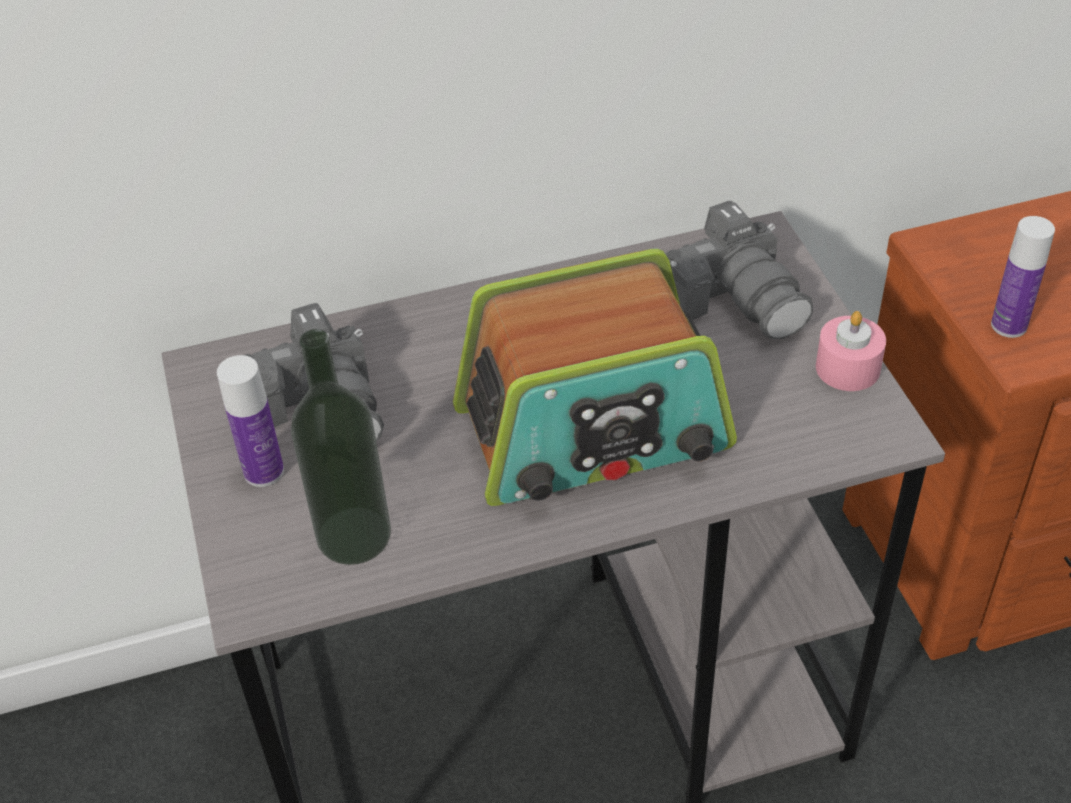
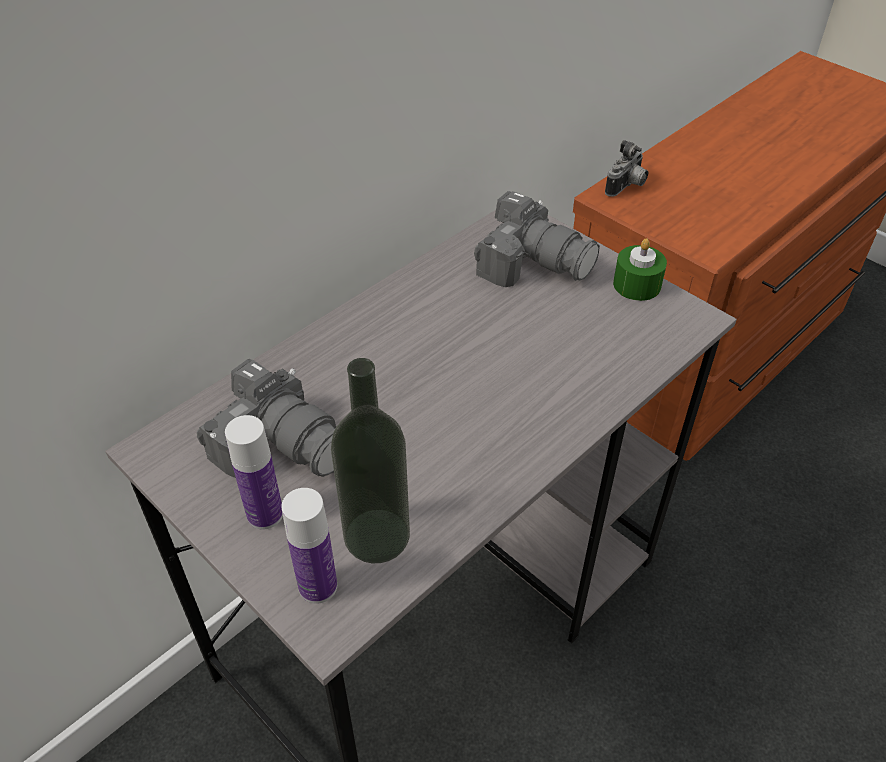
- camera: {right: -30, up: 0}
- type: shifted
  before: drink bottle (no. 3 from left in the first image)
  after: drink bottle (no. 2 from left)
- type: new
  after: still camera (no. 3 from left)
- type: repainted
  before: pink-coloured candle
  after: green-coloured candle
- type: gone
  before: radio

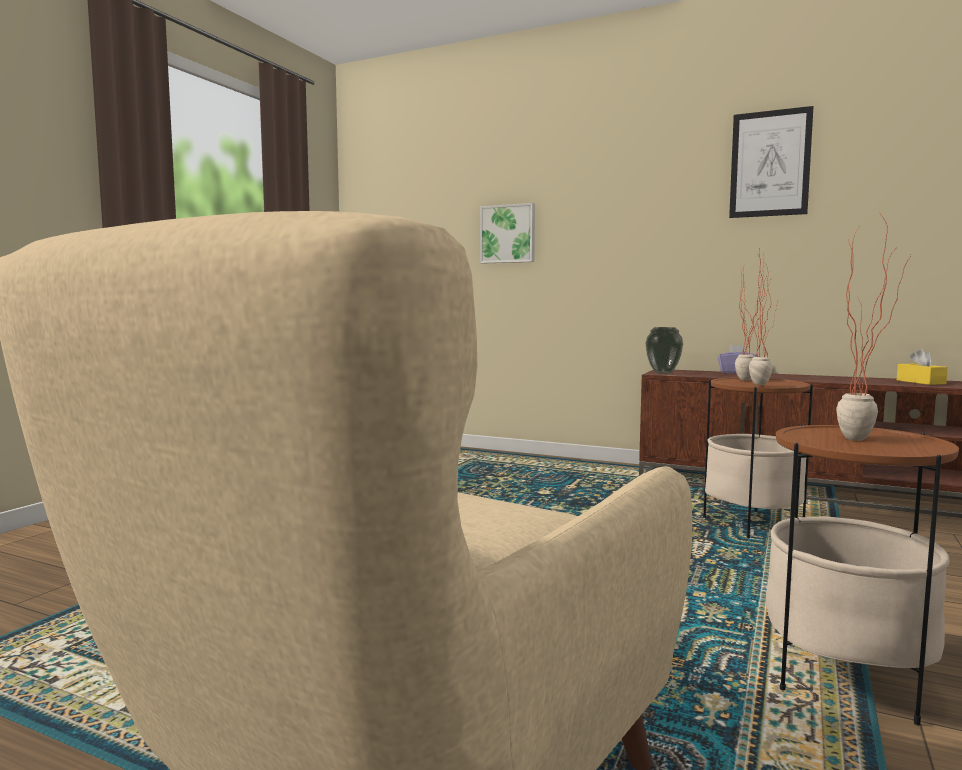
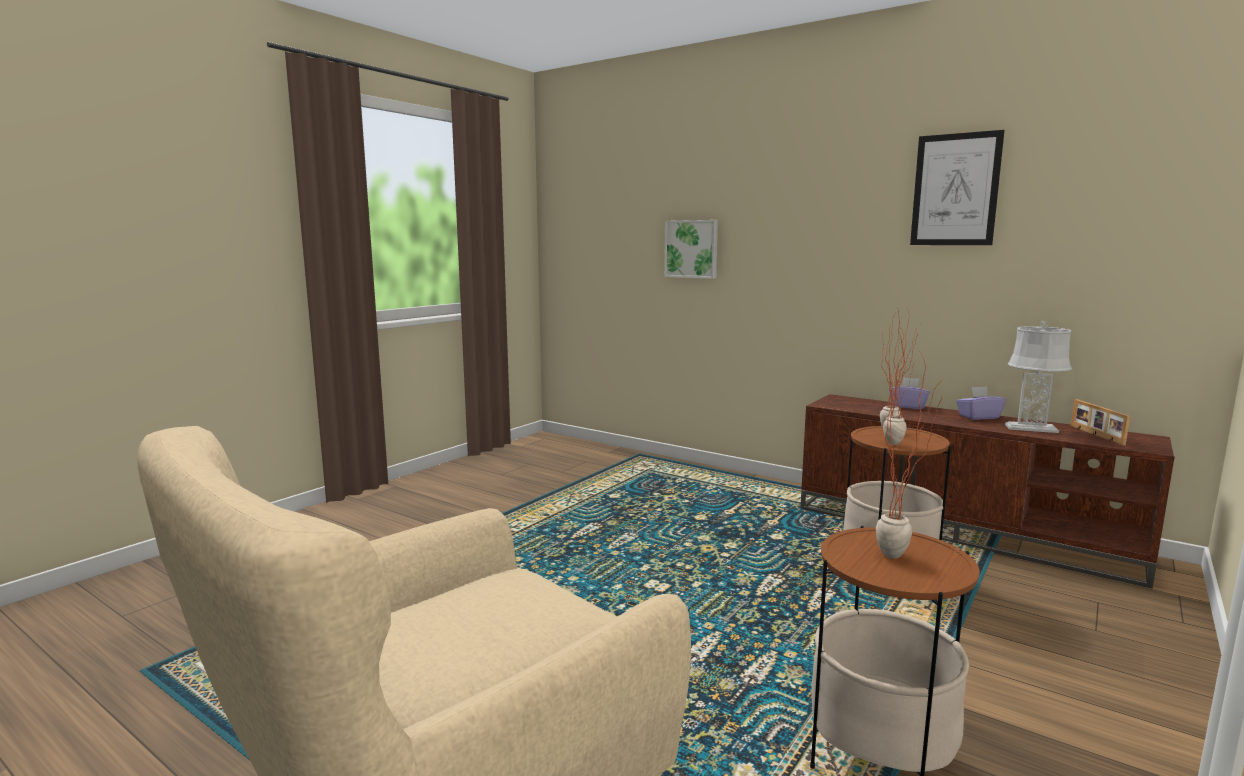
- camera: {right: 10, up: 5}
- type: new
  after: purplish box of tissues (no. 2 from left)
- type: new
  after: grey tabletop lamp
- type: swapped
  before: yellow box of tissues
  after: standing frame
- type: gone
  before: vase

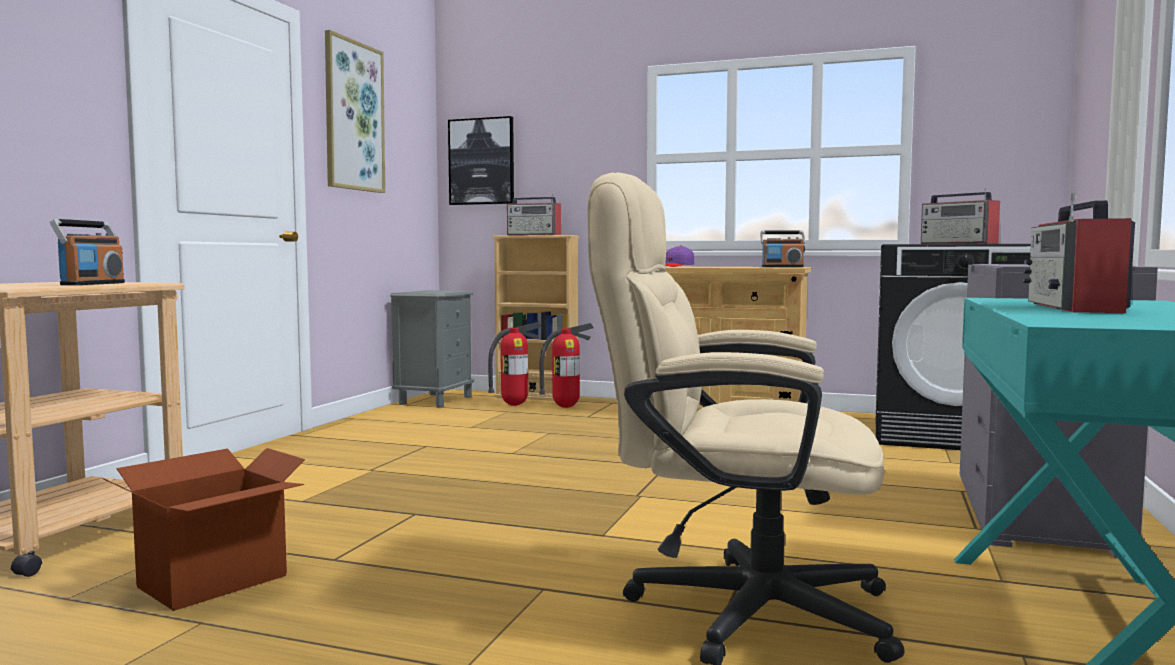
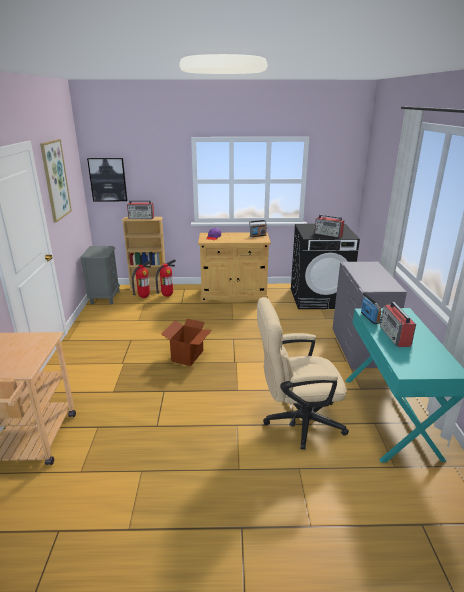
- camera: {right: -20, up: 20}
- type: shifted
  before: carton
- type: shifted
  before: radio (no. 1 from left in the first image)
  after: radio (no. 4 from left)

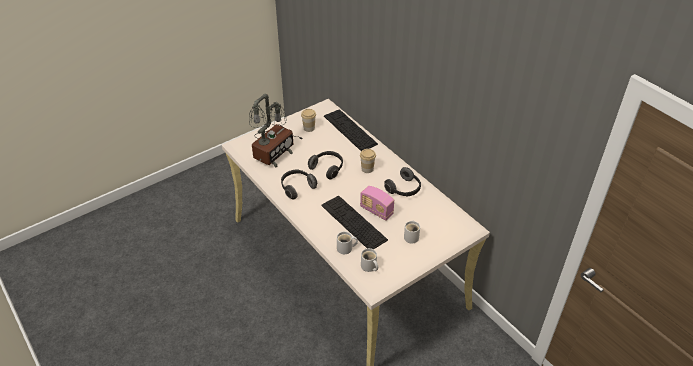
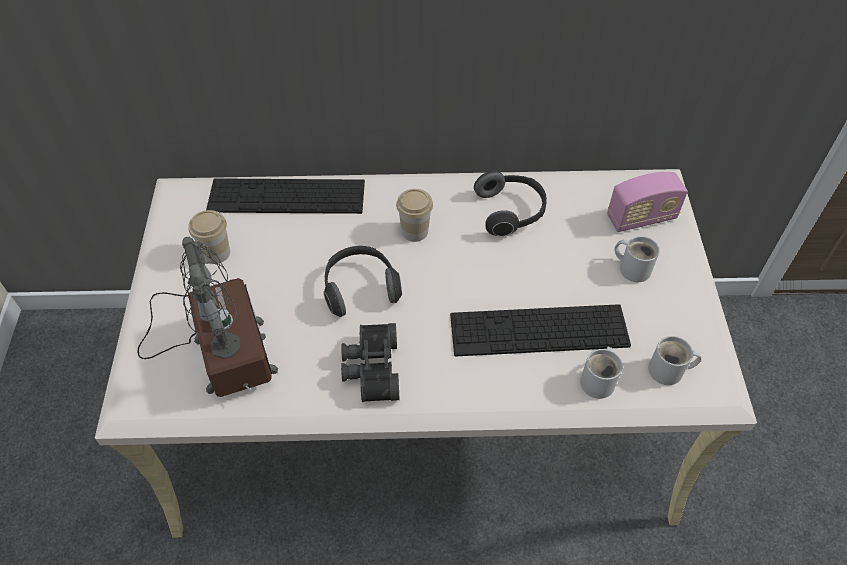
- camera: {right: -55, up: 10}
- type: swapped
  before: headphones (no. 1 from left)
  after: blackish pair of binoculars
- type: shifted
  before: radio

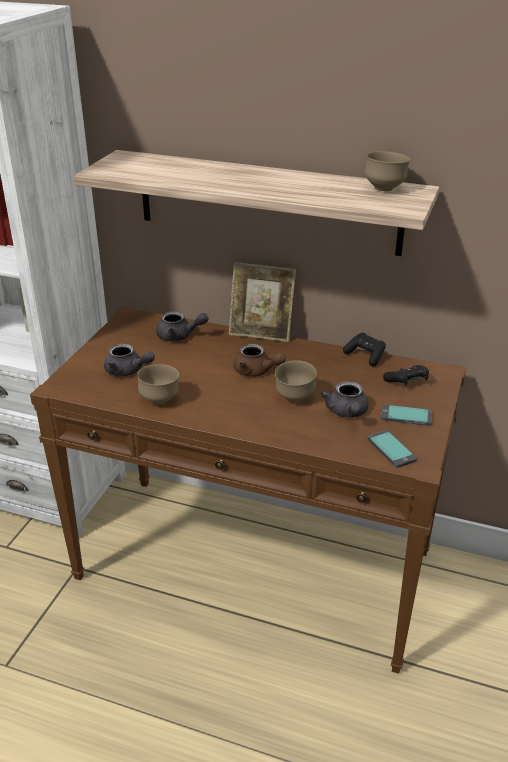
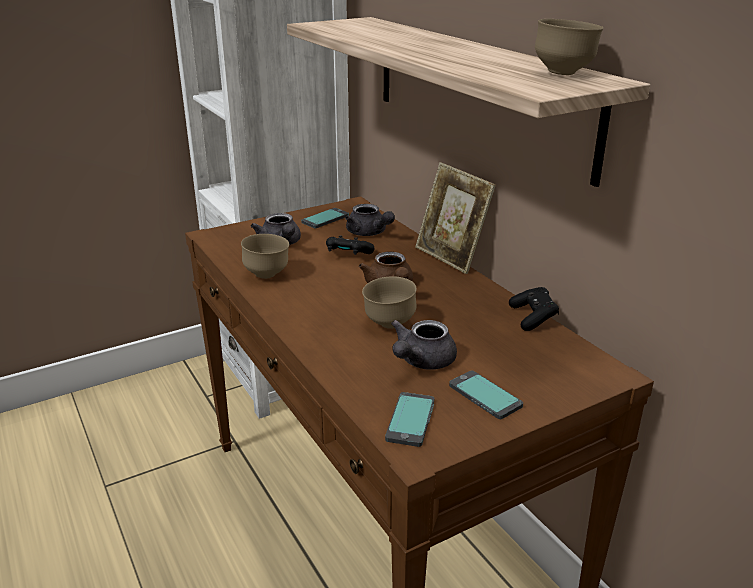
- camera: {right: 40, up: -5}
- type: new
  after: telephone (no. 1 from left)
- type: shifted
  before: blackish game controller (no. 2 from left in the first image)
  after: blackish game controller (no. 1 from left)

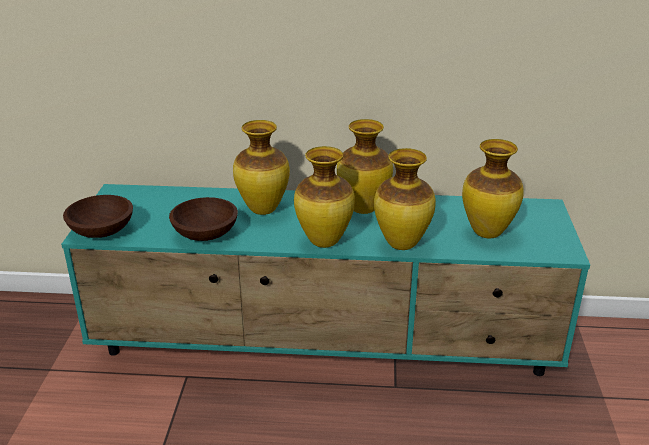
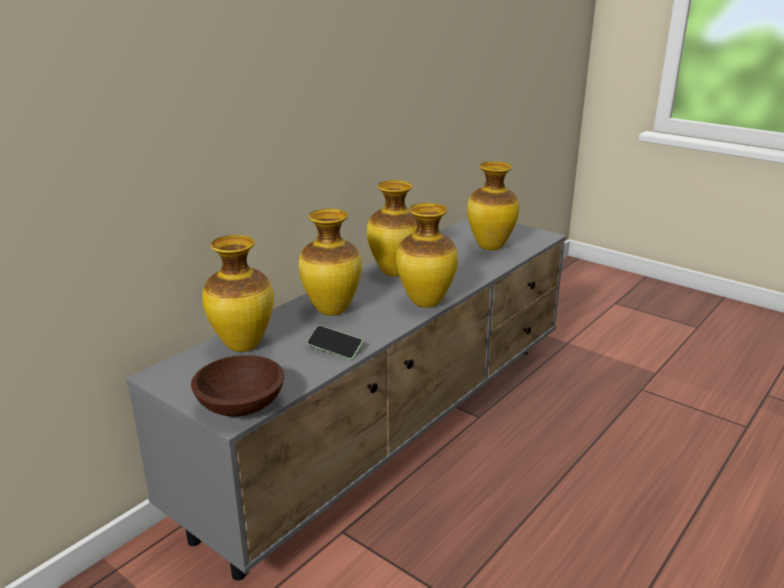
- camera: {right: -55, up: -5}
- type: repainted
  before: blue-green tv stand
  after: grey tv stand
- type: shifted
  before: vase (no. 4 from left in the first image)
  after: vase (no. 1 from left)
- type: swapped
  before: brown-coloured deep dish (no. 2 from left)
  after: telephone

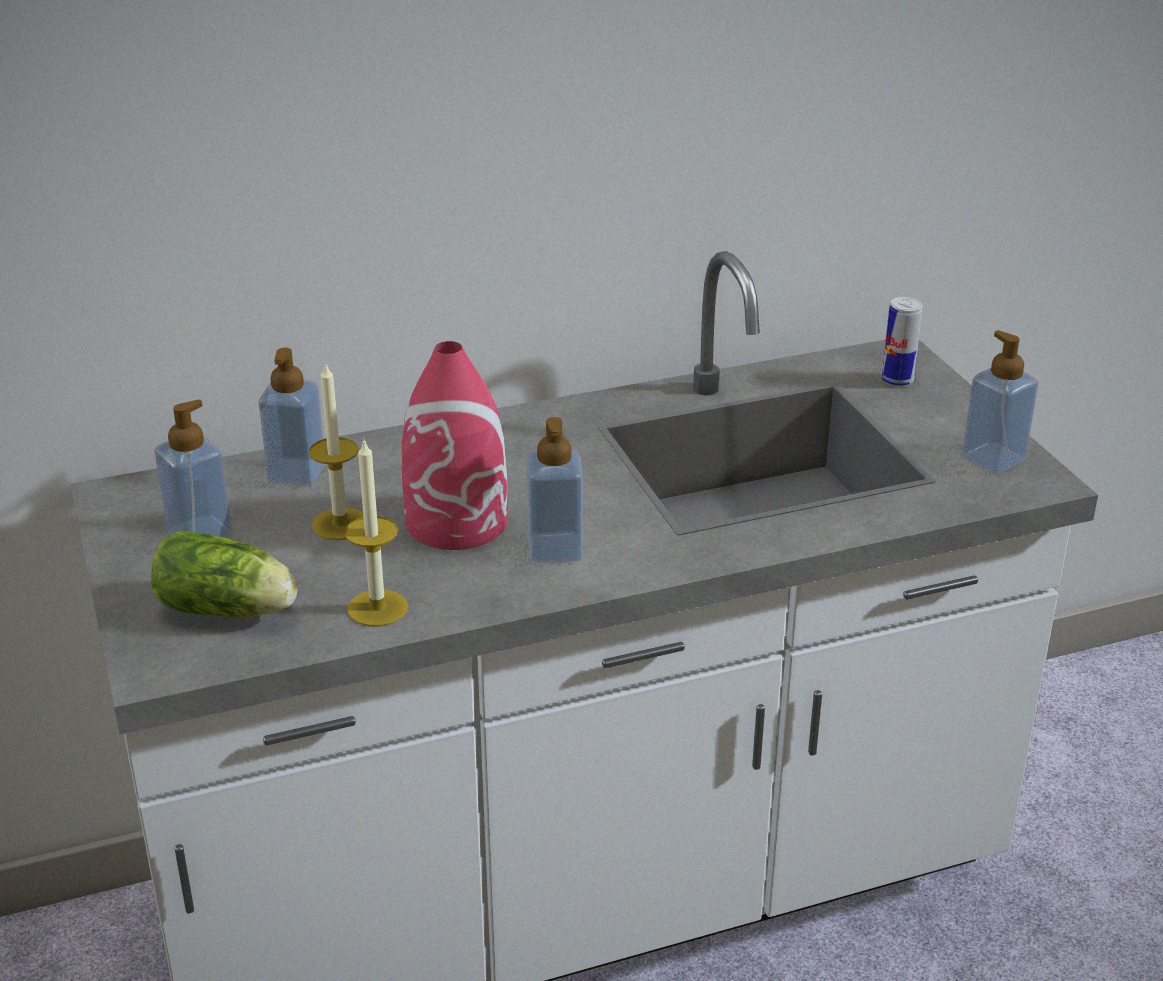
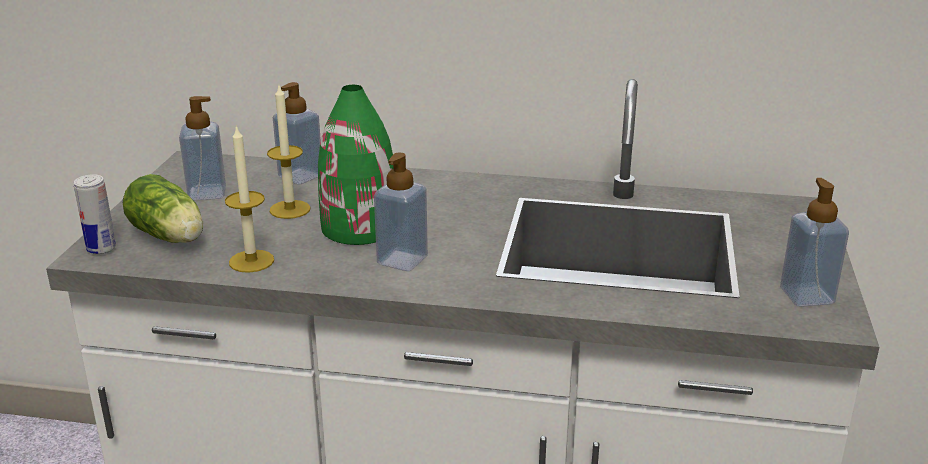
- camera: {right: 30, up: -5}
- type: shifted
  before: can
- type: repainted
  before: red-coloured vase
  after: green-coloured vase

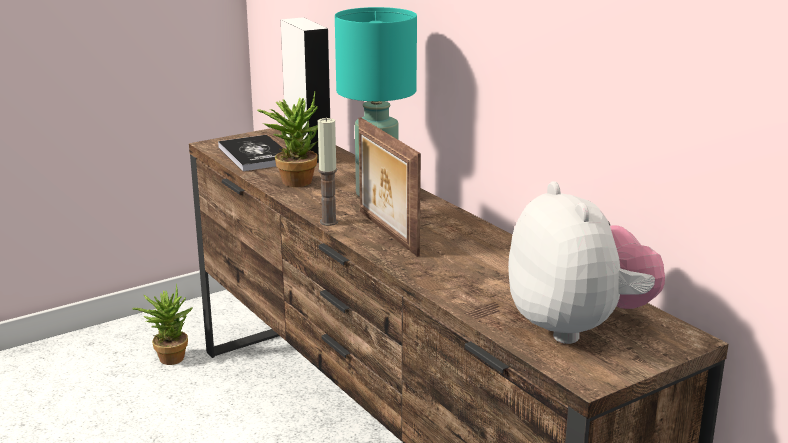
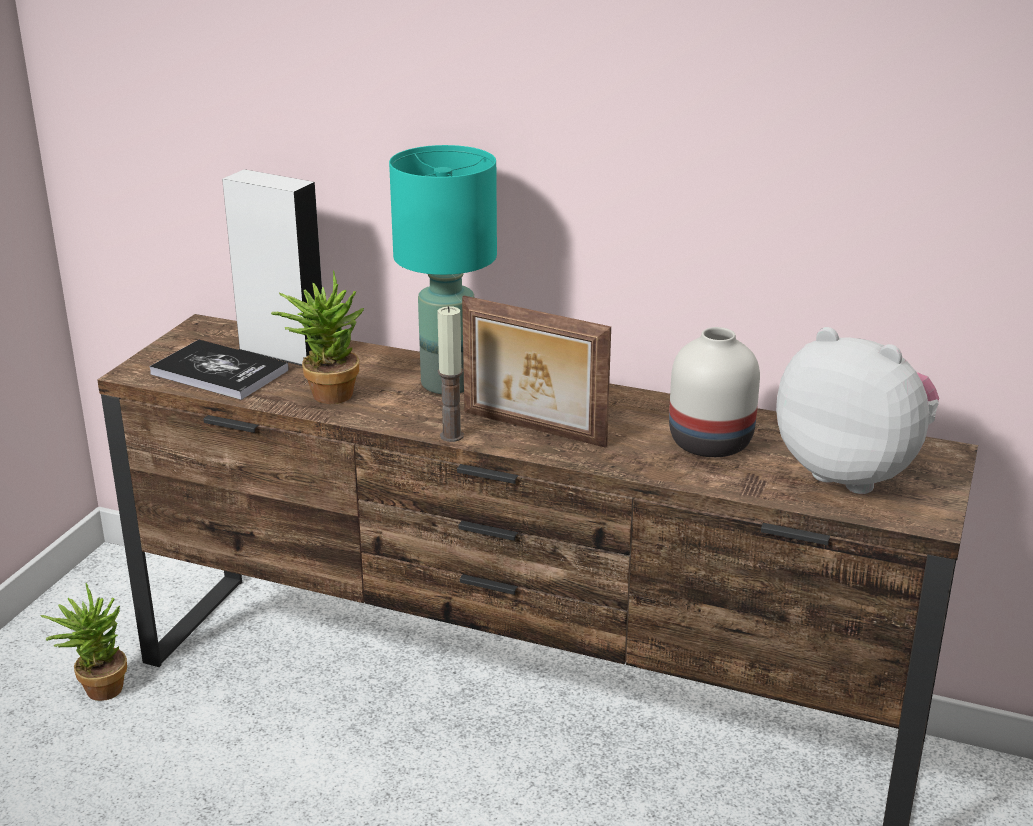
- camera: {right: -35, up: 5}
- type: new
  after: whitish vase

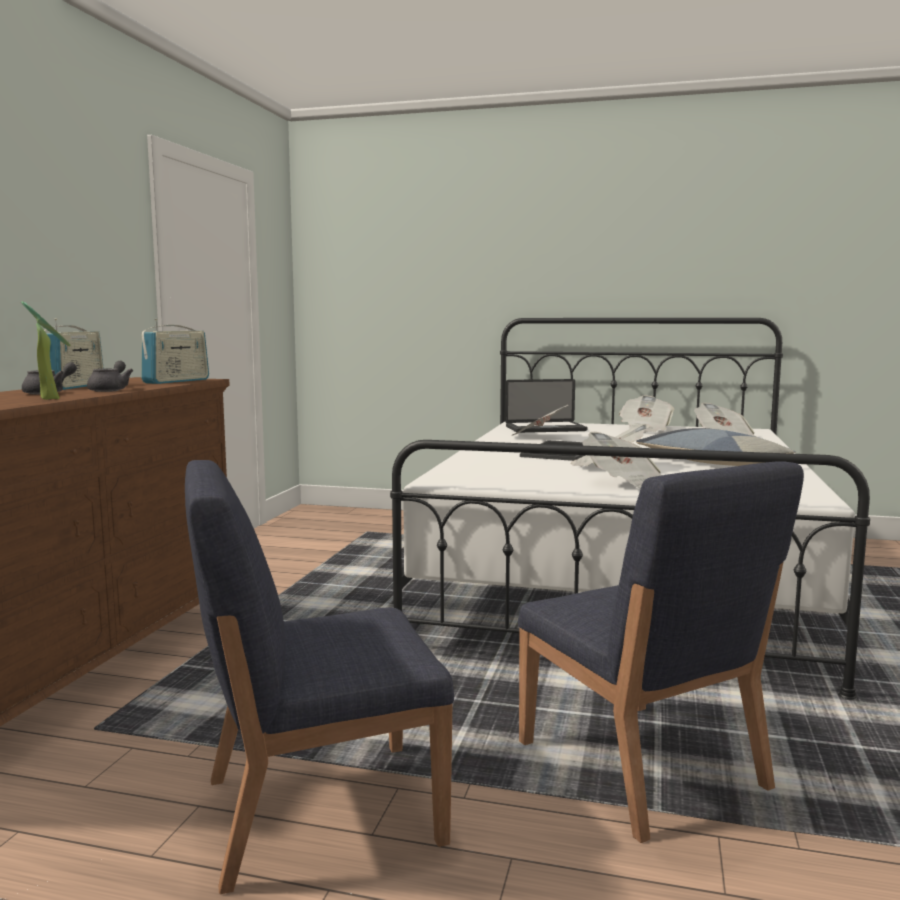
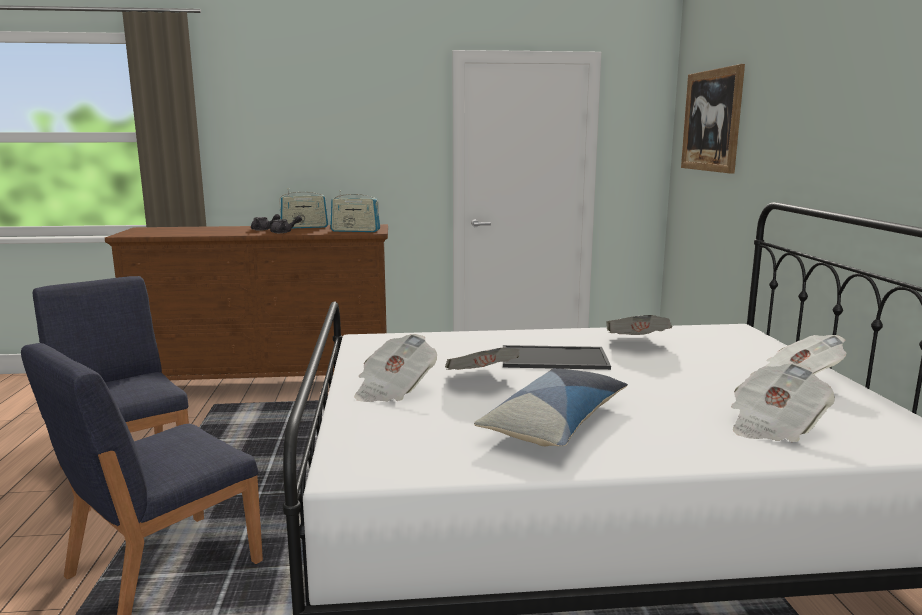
- camera: {right: 70, up: 5}
- type: new
  after: picture
- type: gone
  before: plant in a pot
- type: gone
  before: laptop

